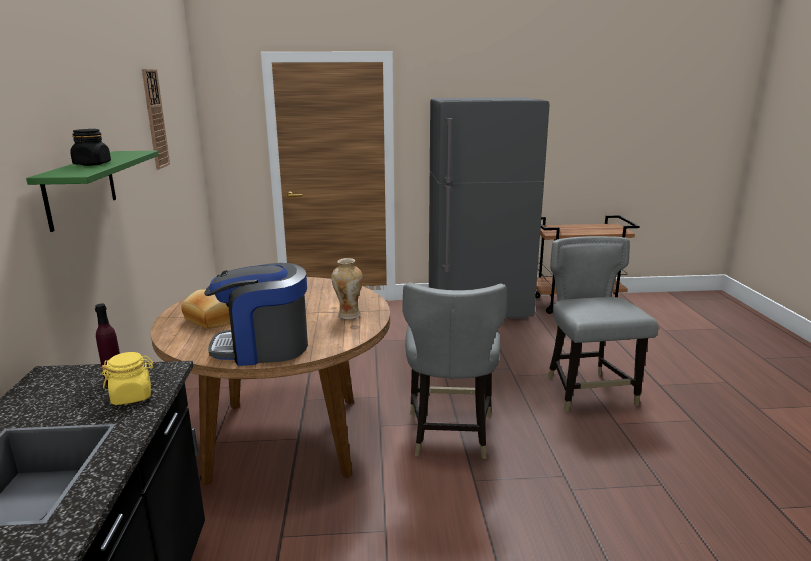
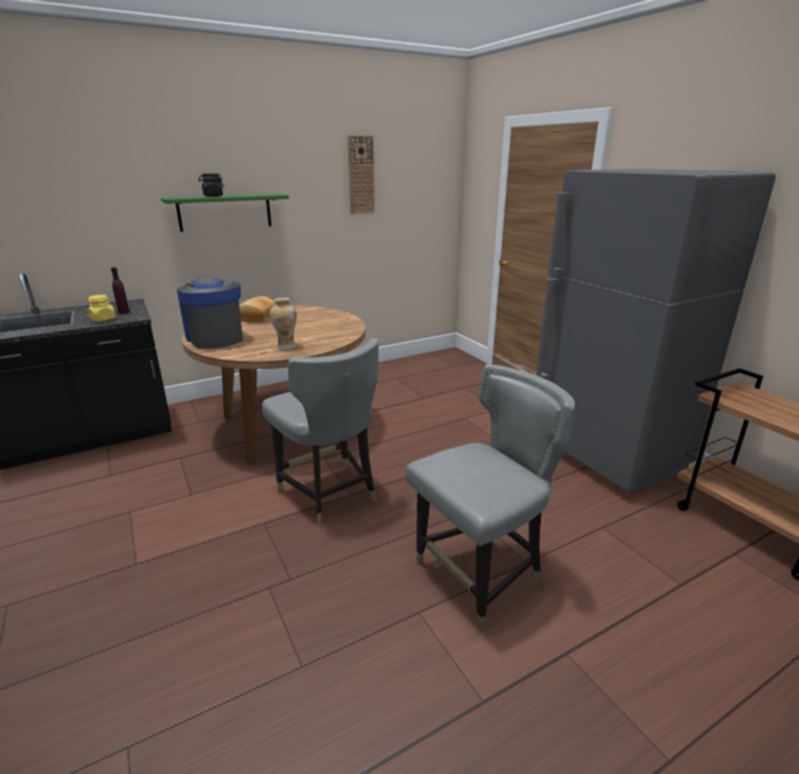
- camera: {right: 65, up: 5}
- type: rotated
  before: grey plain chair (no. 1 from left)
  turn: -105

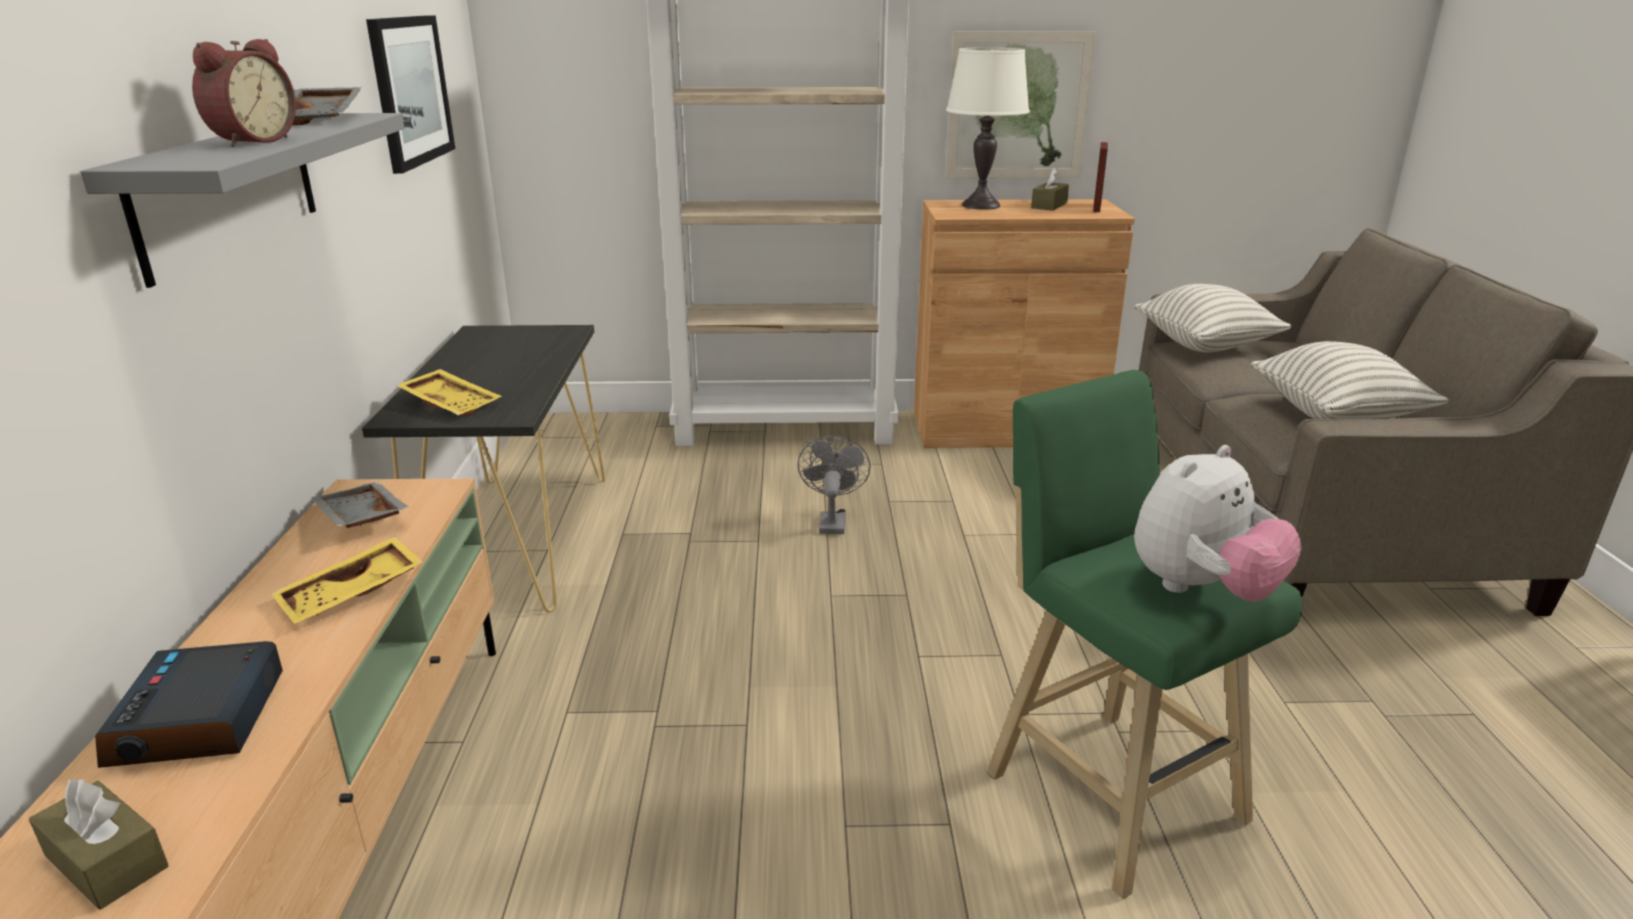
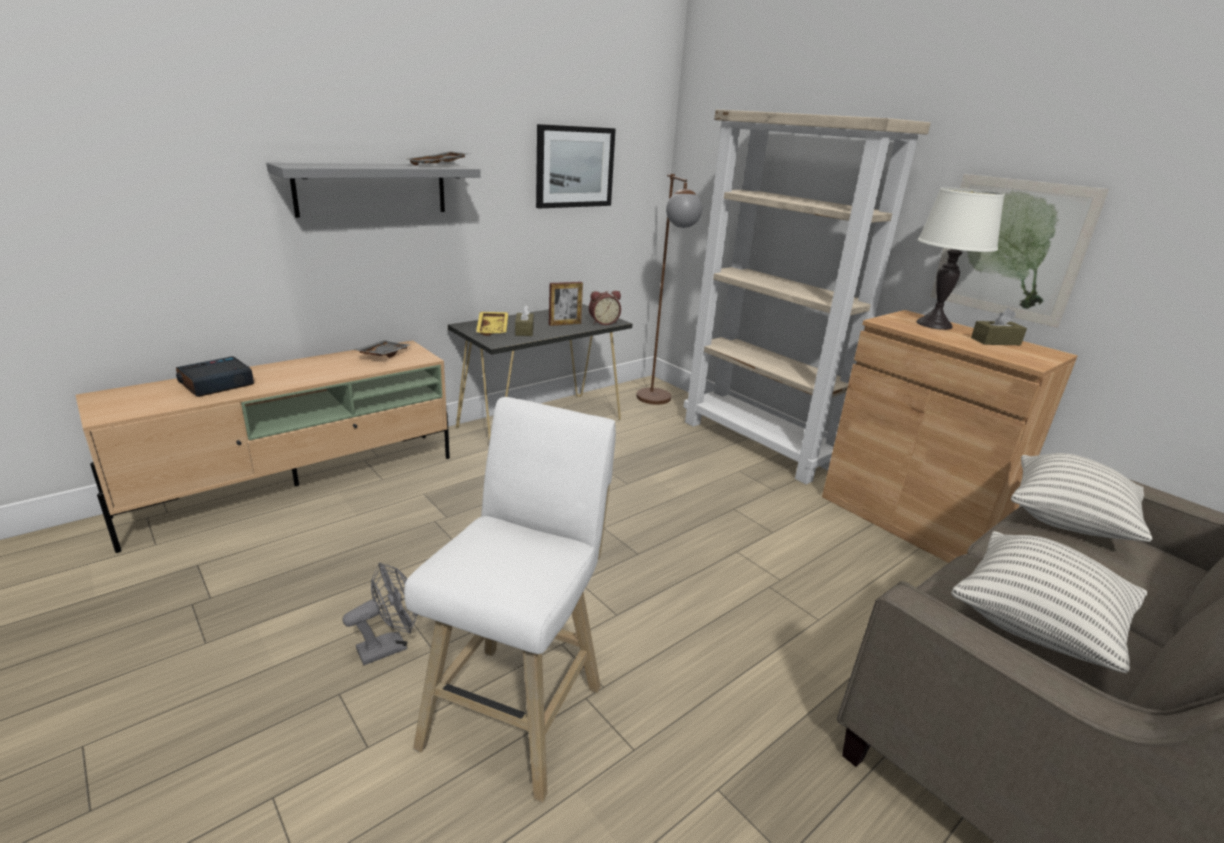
- camera: {right: 50, up: 0}
- type: shifted
  before: grey cooling fan
- type: repainted
  before: green-coloured sitting stool
  after: whitish sitting stool
- type: shifted
  before: brown-coloured box of tissues (no. 1 from left)
- type: shifted
  before: standing frame
- type: shifted
  before: table clock (no. 2 from left)
- type: new
  after: brown-coloured standing lamp
- type: gone
  before: yellow tray (no. 1 from left)
- type: gone
  before: cuddly toy

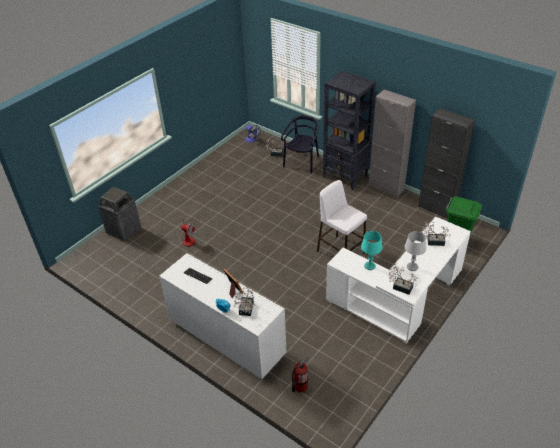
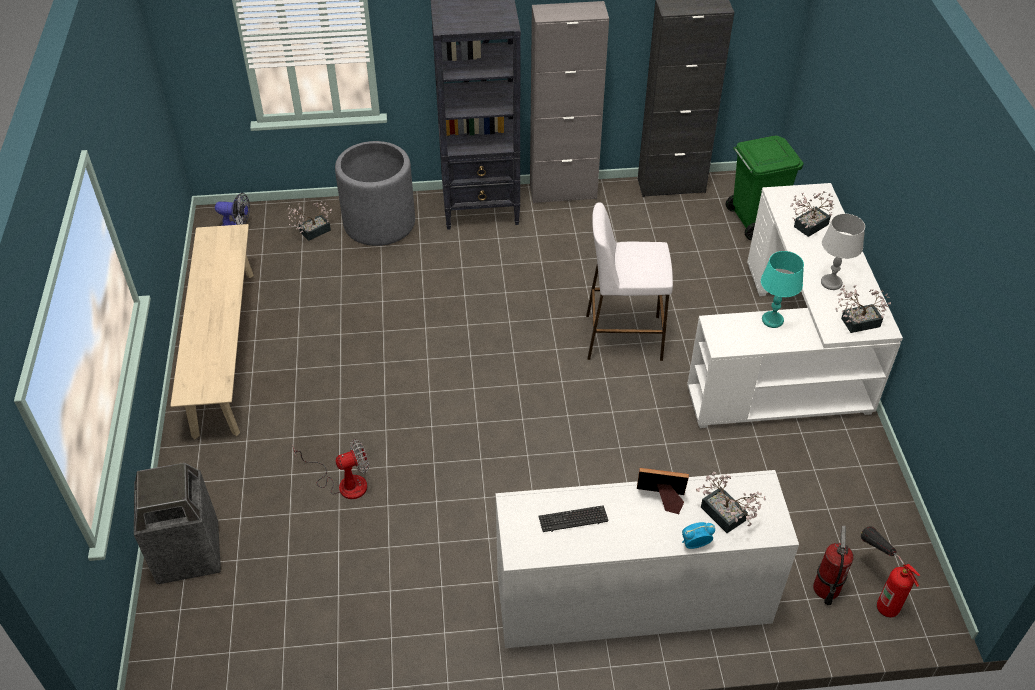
- camera: {right: -45, up: 5}
- type: new
  after: beige indoor bench
- type: swapped
  before: blackish plain chair
  after: grey plant pot
- type: new
  after: fire extinguisher (no. 2 from left)

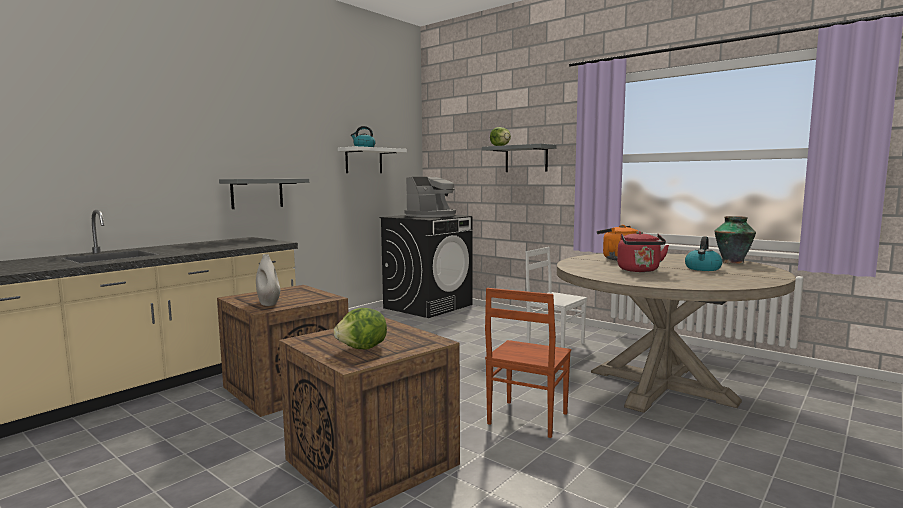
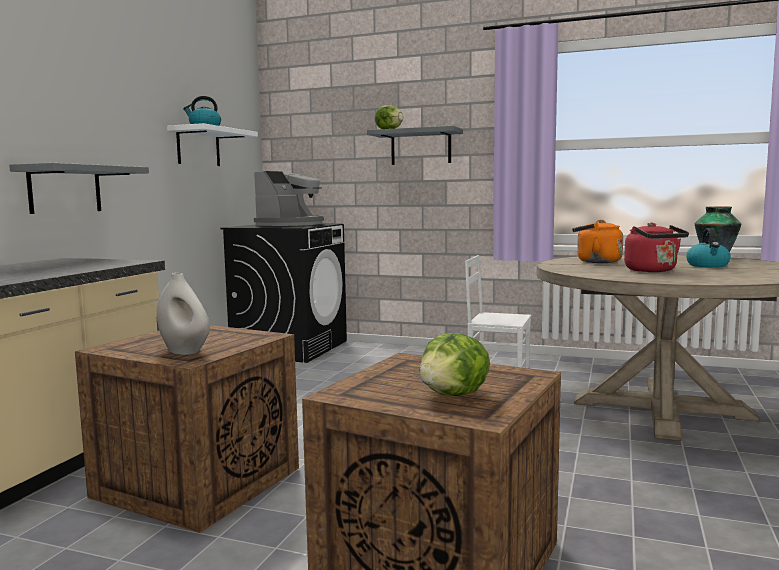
- camera: {right: -20, up: 0}
- type: gone
  before: brown-coloured plain chair

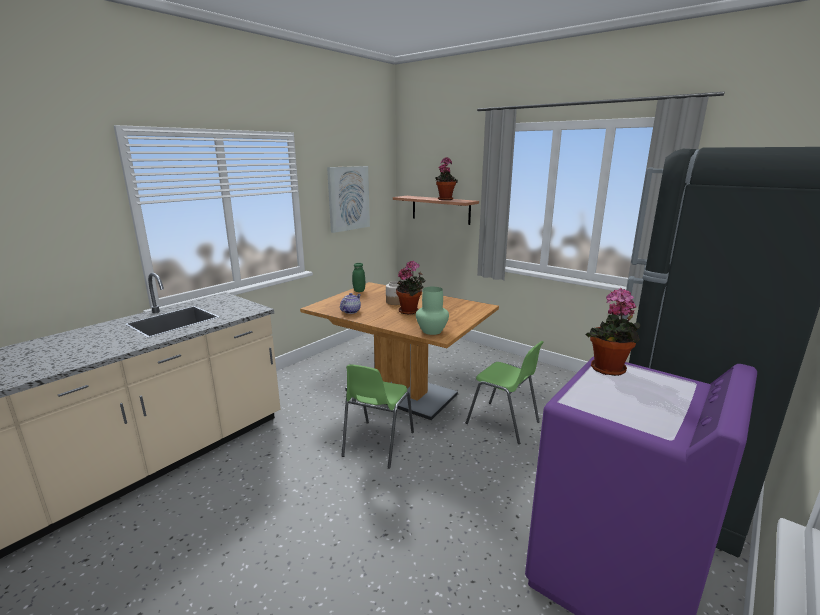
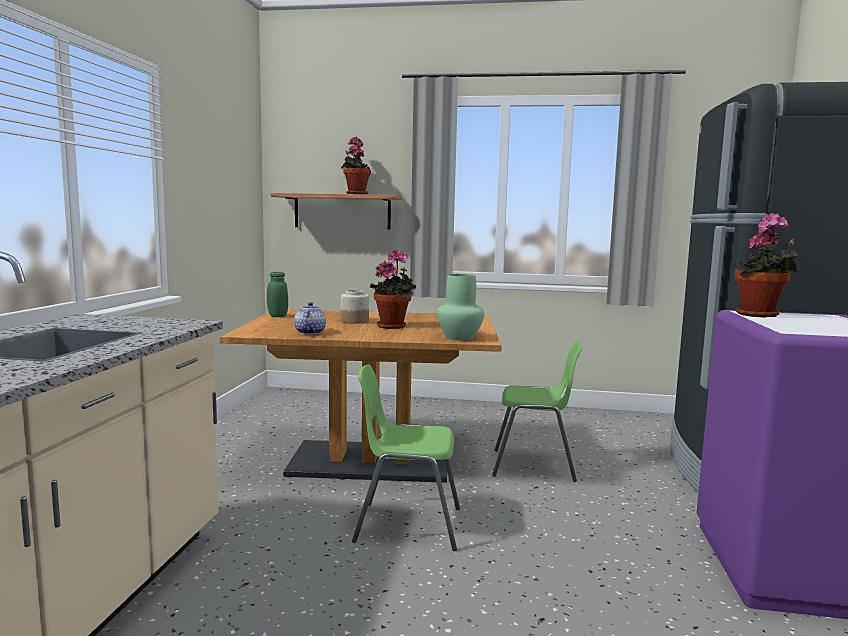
- camera: {right: -30, up: -10}
- type: rotated
  before: green-coloured plain chair (no. 1 from left)
  turn: 105
- type: gone
  before: picture

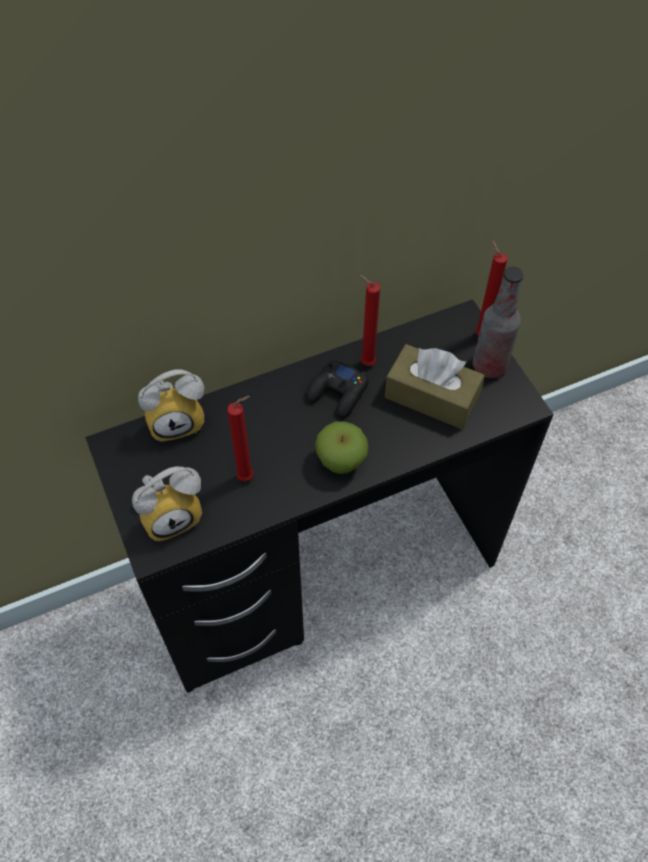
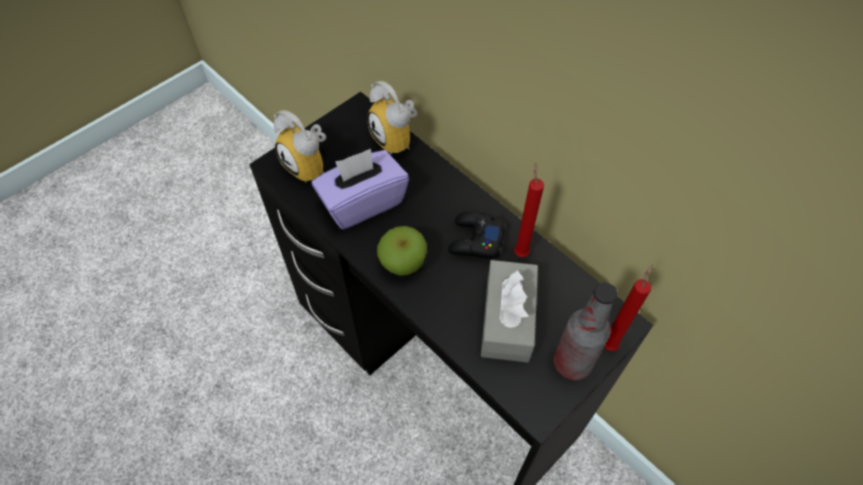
- camera: {right: 70, up: 0}
- type: swapped
  before: red-coloured candle (no. 1 from left)
  after: purplish box of tissues
- type: repainted
  before: brown-coloured box of tissues
  after: grey box of tissues

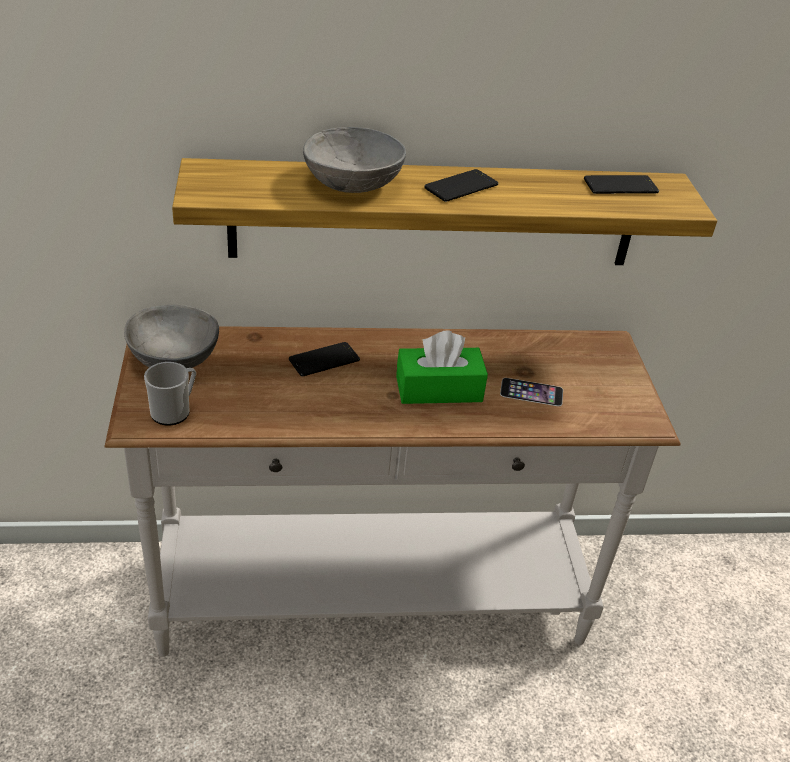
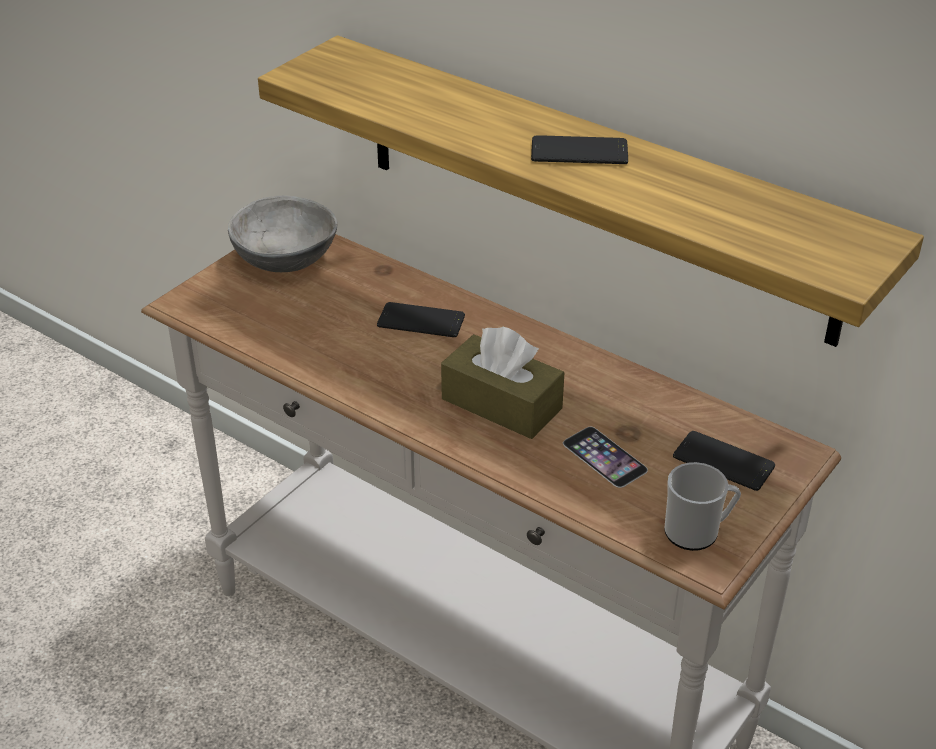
- camera: {right: 45, up: 0}
- type: repainted
  before: green-coloured box of tissues
  after: brown-coloured box of tissues
- type: shifted
  before: coffee mug
- type: shifted
  before: telephone (no. 4 from left)
- type: gone
  before: grey deep dish (no. 2 from left)

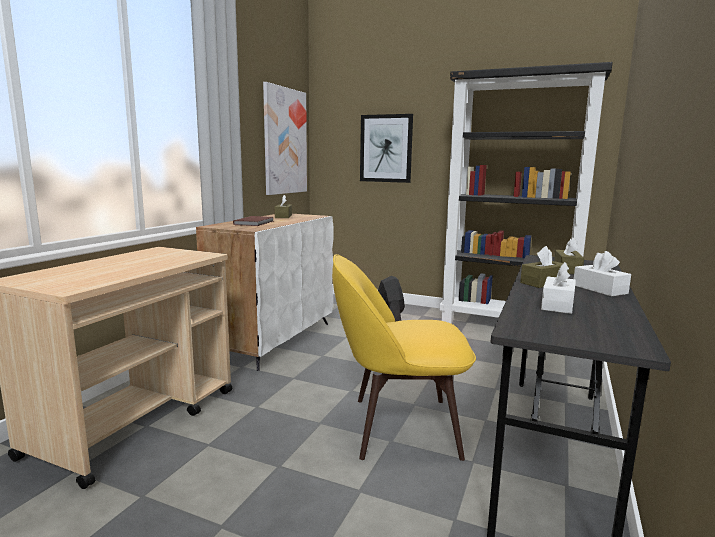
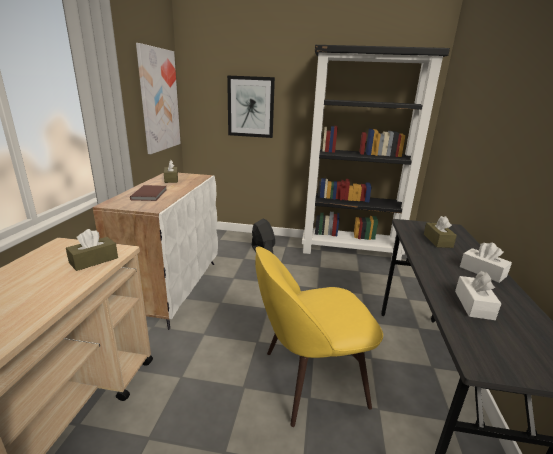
- camera: {right: -15, up: 10}
- type: shifted
  before: brown-coloured box of tissues (no. 2 from left in the first image)
  after: brown-coloured box of tissues (no. 1 from left)

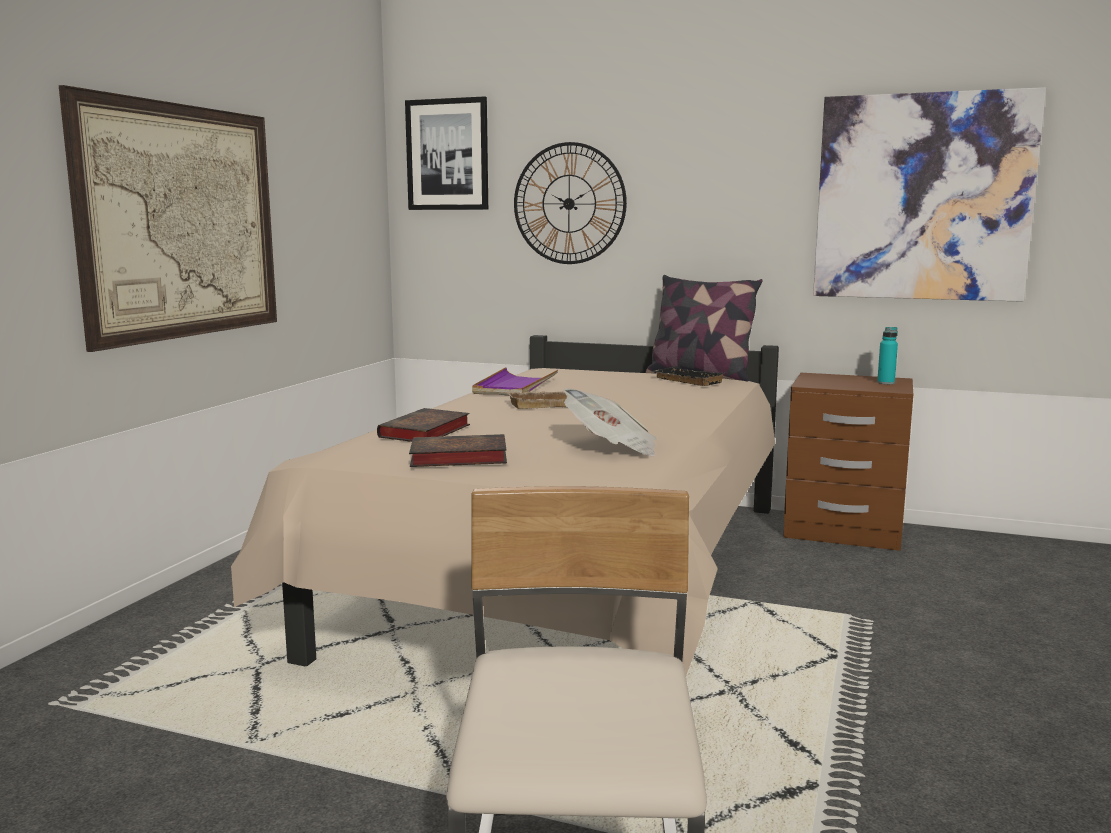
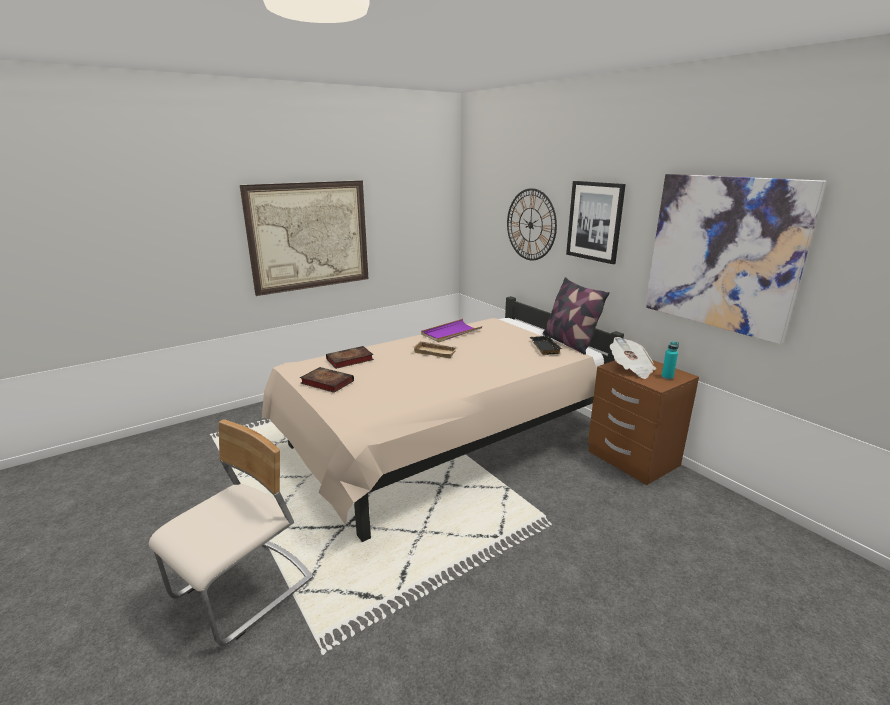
- camera: {right: 35, up: 10}
- type: shifted
  before: picture (no. 2 from left)
- type: shifted
  before: newspaper

